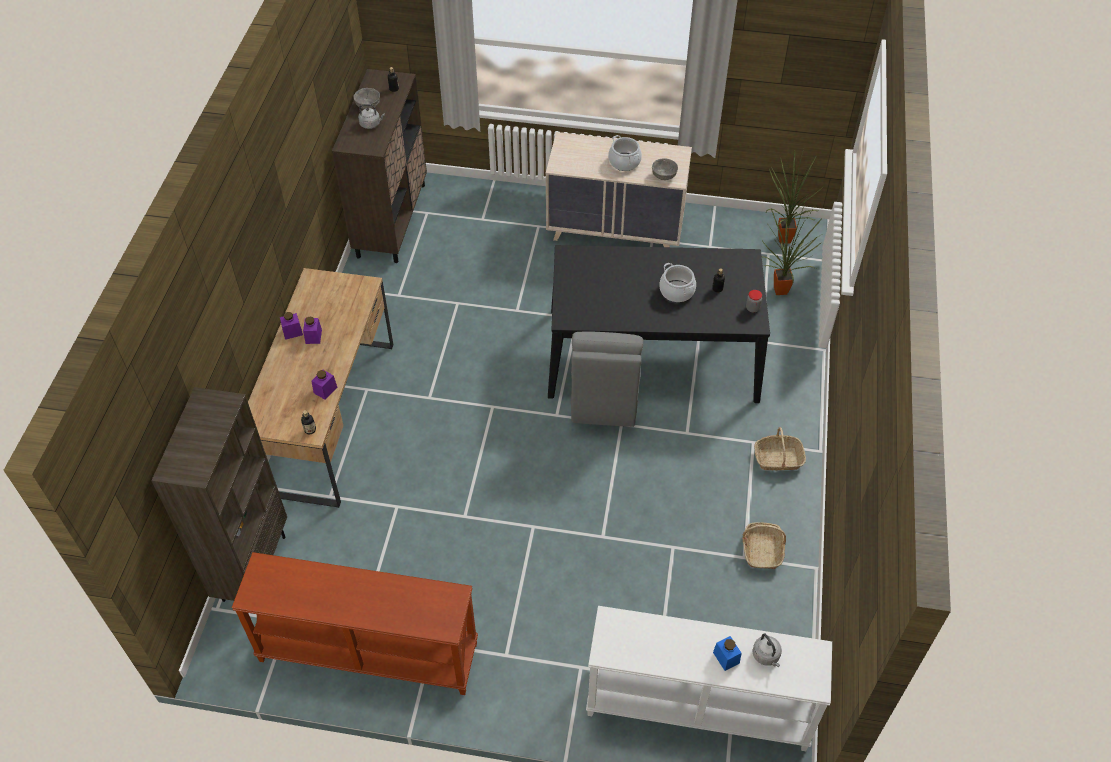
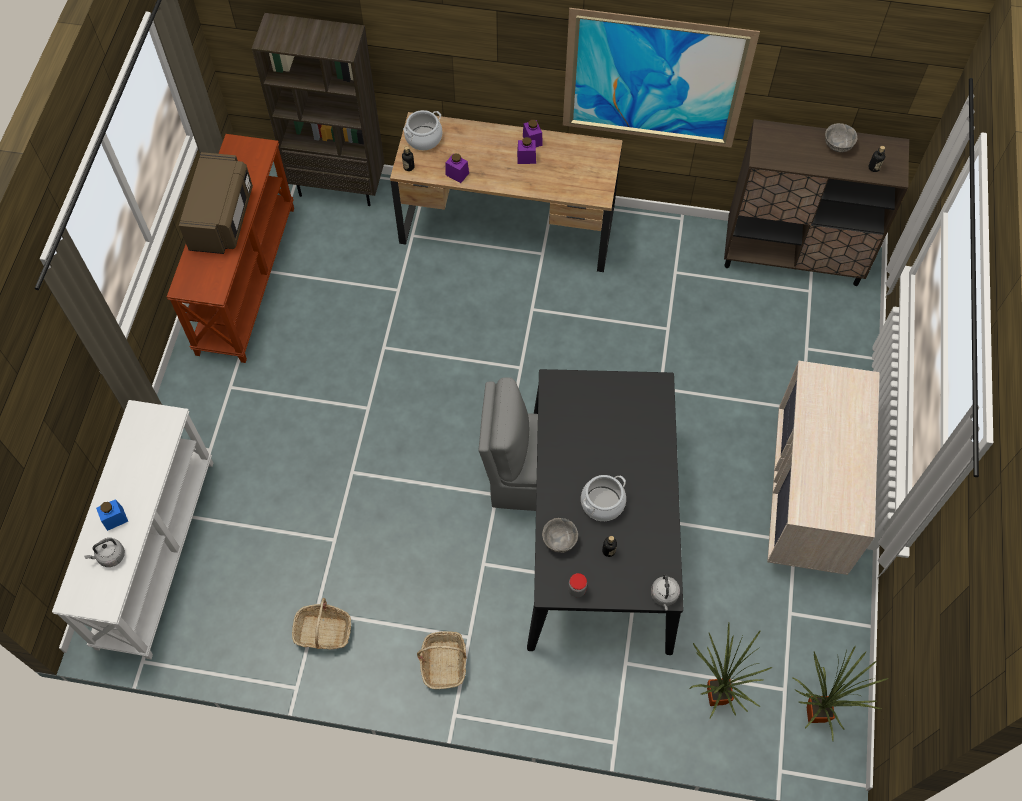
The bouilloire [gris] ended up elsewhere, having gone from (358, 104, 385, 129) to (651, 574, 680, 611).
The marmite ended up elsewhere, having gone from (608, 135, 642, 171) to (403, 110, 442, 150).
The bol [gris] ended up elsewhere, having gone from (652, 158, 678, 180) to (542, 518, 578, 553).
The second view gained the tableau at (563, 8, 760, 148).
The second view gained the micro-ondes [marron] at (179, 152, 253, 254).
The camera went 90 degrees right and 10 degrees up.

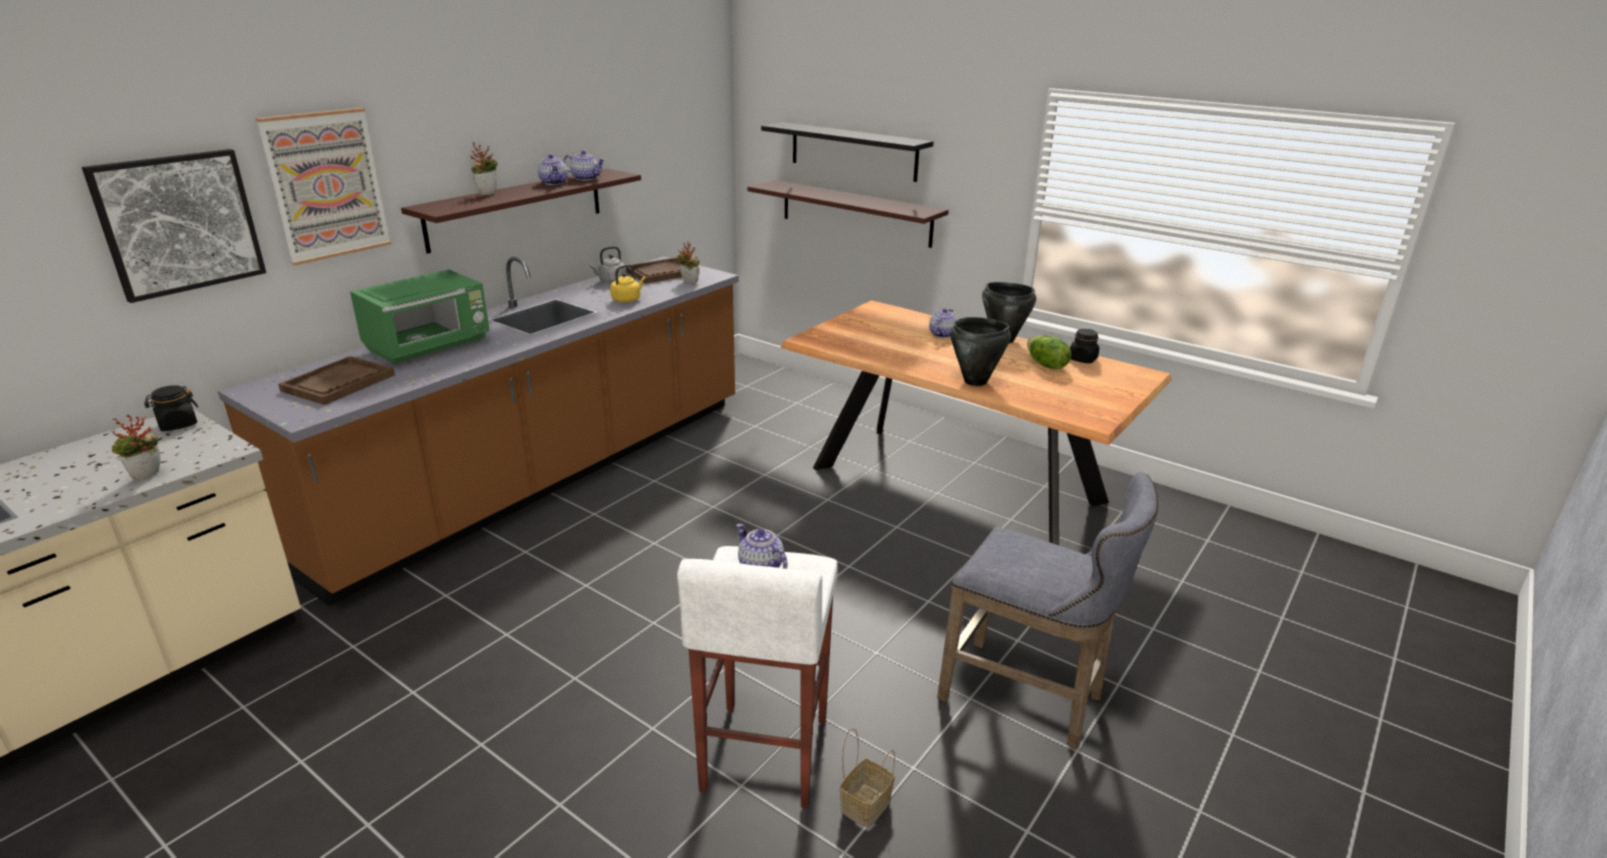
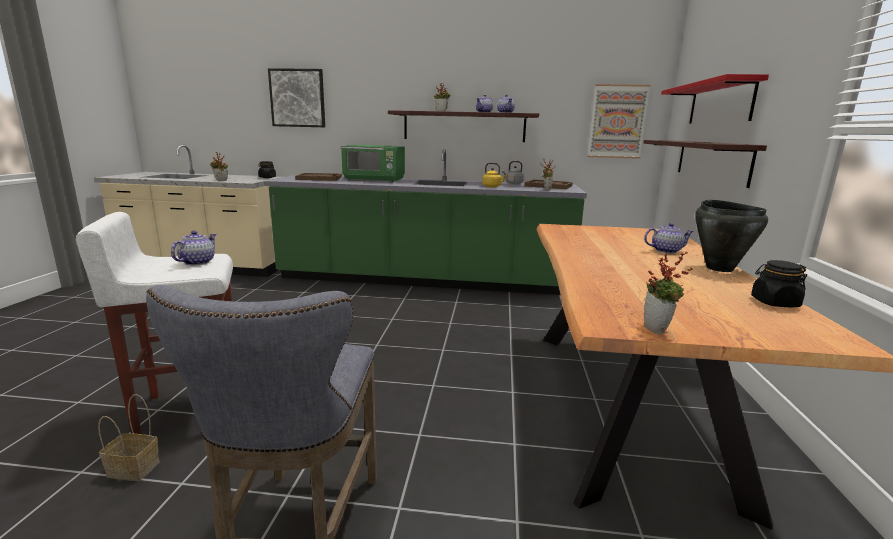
The tableau ended up elsewhere, having gone from (256, 108, 391, 265) to (587, 84, 651, 159).
What was the étagère [noir] at (761, 122, 933, 182) turned into the étagère [rouge] at (661, 74, 769, 124).
What was the comptoir de cuisine [marron] at (218, 256, 739, 606) turned into the comptoir de cuisine [vert] at (265, 149, 587, 295).
The second view lost the marmite [noir] at (950, 317, 1011, 386).
The second view lost the laitue at (1027, 335, 1071, 369).
The second view gained the plante en pot at (644, 252, 693, 335).
The camera went 60 degrees right and 10 degrees down.

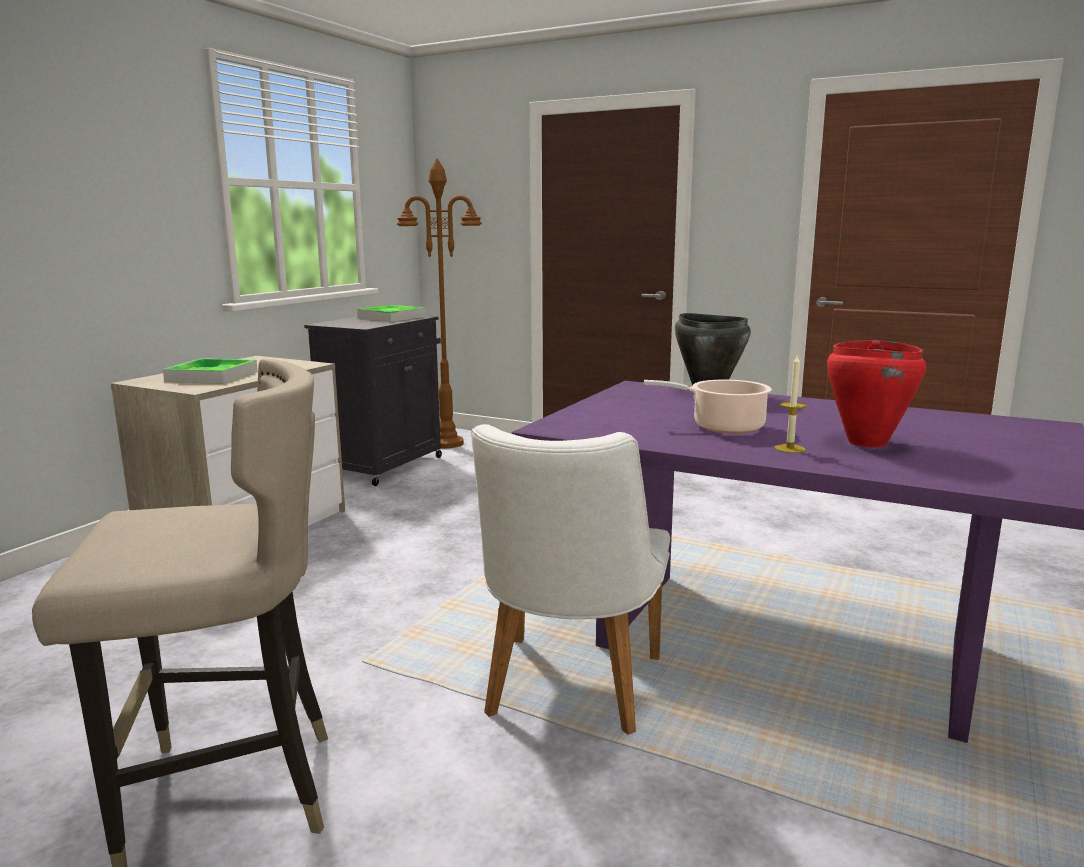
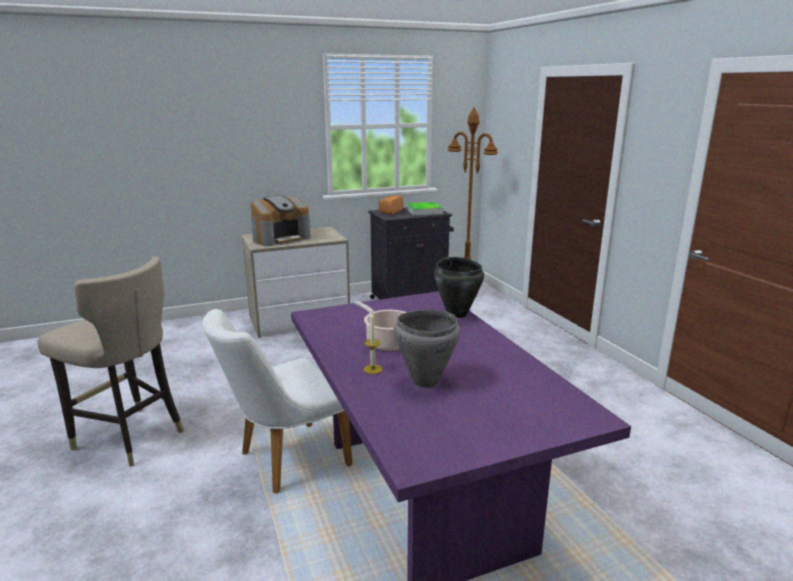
What was the marmite [rouge] at (827, 340, 926, 448) turned into the marmite [gris] at (394, 310, 460, 388).
Where the plateau stood at (163, 358, 258, 384), the machine à café came to stand at (251, 196, 311, 246).
The second view gained the pain at (379, 195, 403, 215).
The camera went 40 degrees right and 5 degrees up.

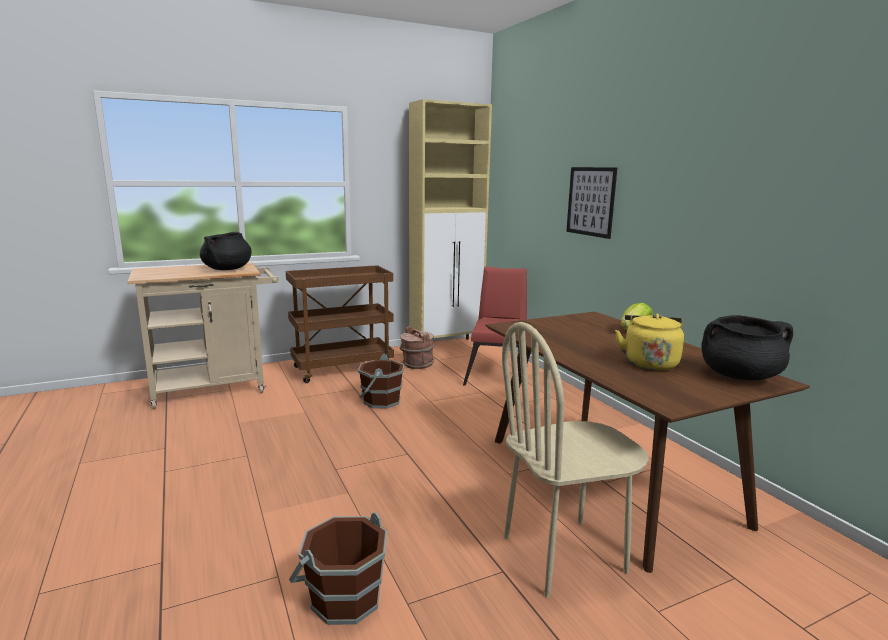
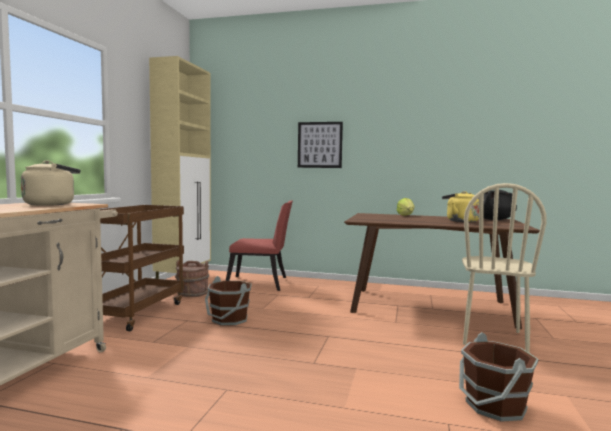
Where the marmite [noir] stood at (200, 232, 252, 270), the bouilloire [beige] came to stand at (21, 161, 81, 206).
The chaise [rouge] at (463, 266, 527, 386) ended up facing another way, 135 degrees clockwise from before.
The camera went 50 degrees left and 10 degrees down.

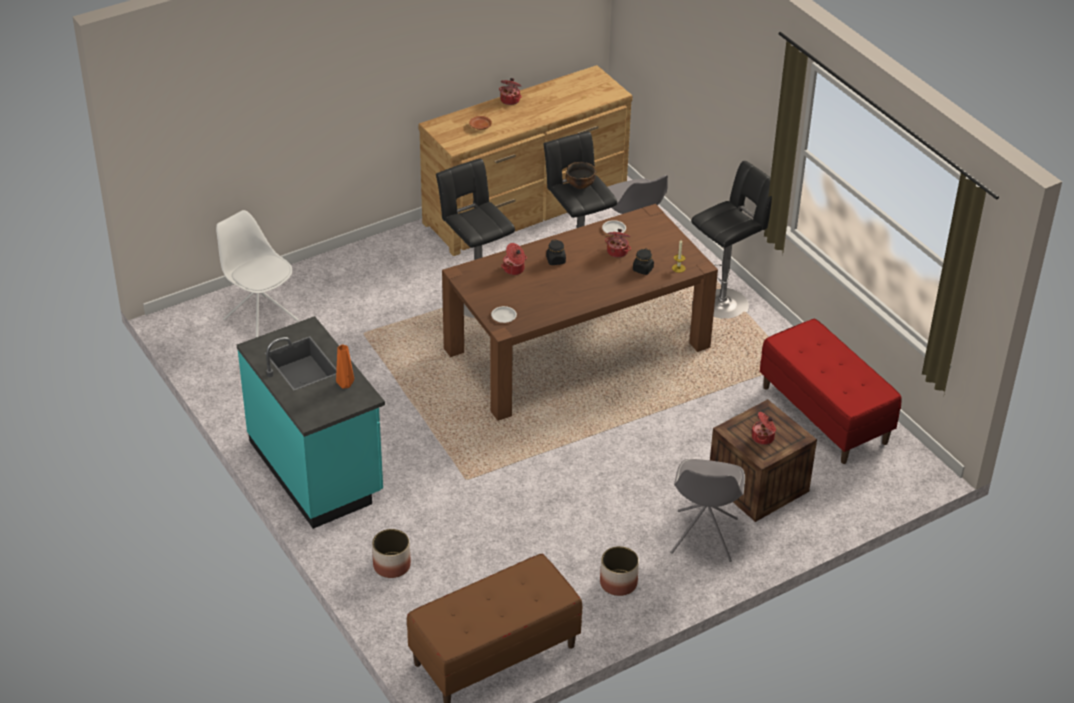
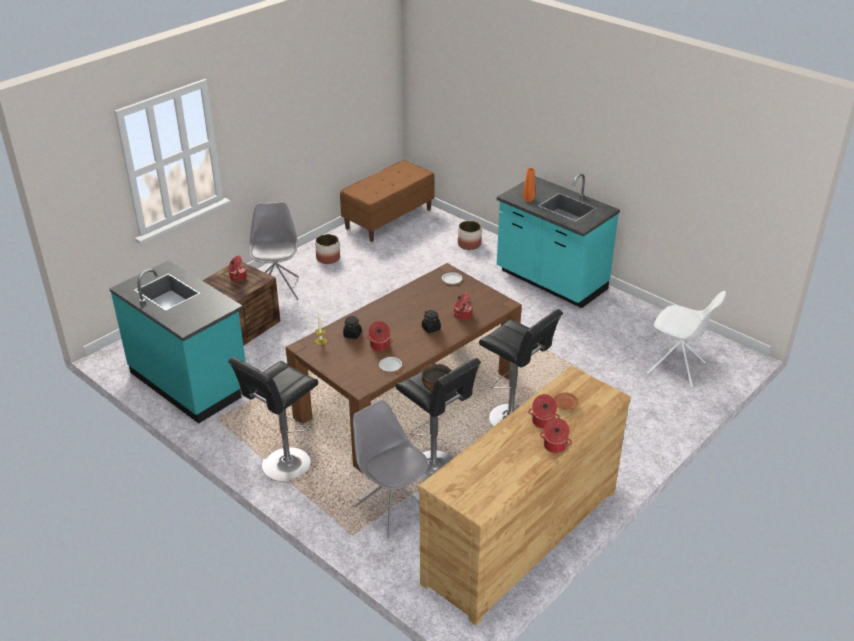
Where the banc [rouge] stood at (760, 319, 902, 464), the comptoir de cuisine [turquoise] came to stand at (109, 260, 246, 423).
The second view gained the marmite at (528, 394, 560, 429).
The camera went 165 degrees right and 5 degrees down.

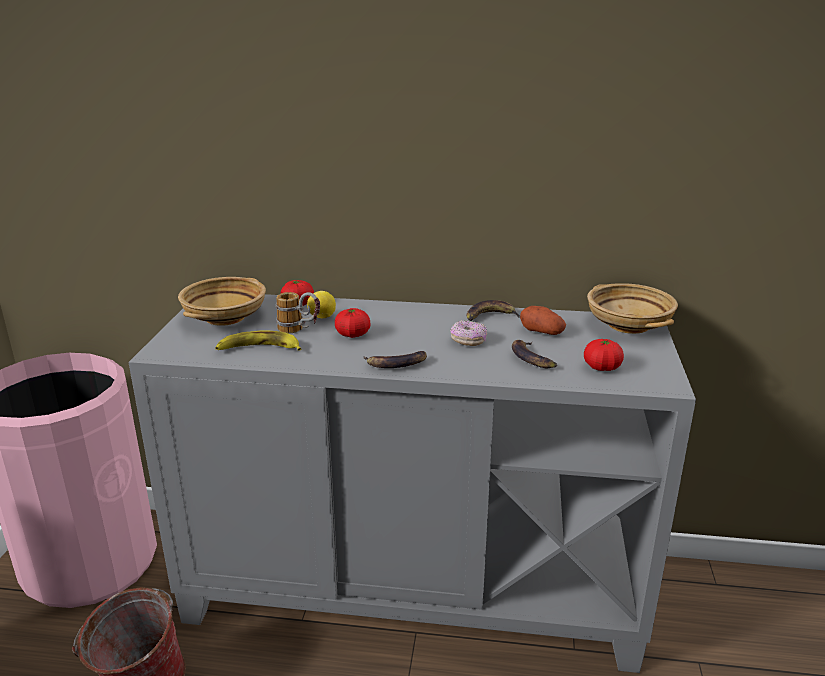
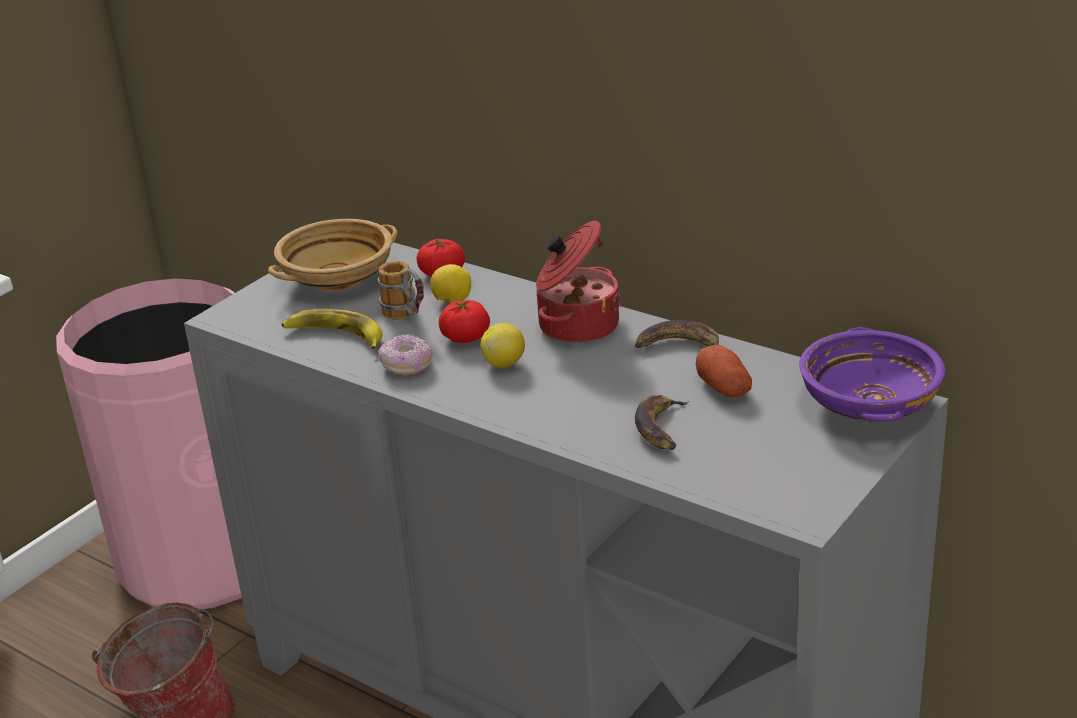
What was the bol [beige] at (587, 283, 678, 334) turned into the bol [violet] at (799, 327, 946, 422).
The beignet ended up elsewhere, having gone from (450, 320, 487, 346) to (378, 334, 433, 375).
The second view lost the tomate at (584, 339, 624, 371).
The second view lost the banane at (363, 351, 427, 368).
The second view gained the marmite at (536, 221, 621, 344).
The second view gained the citron at (480, 323, 525, 368).
The camera went 30 degrees right and 5 degrees up.

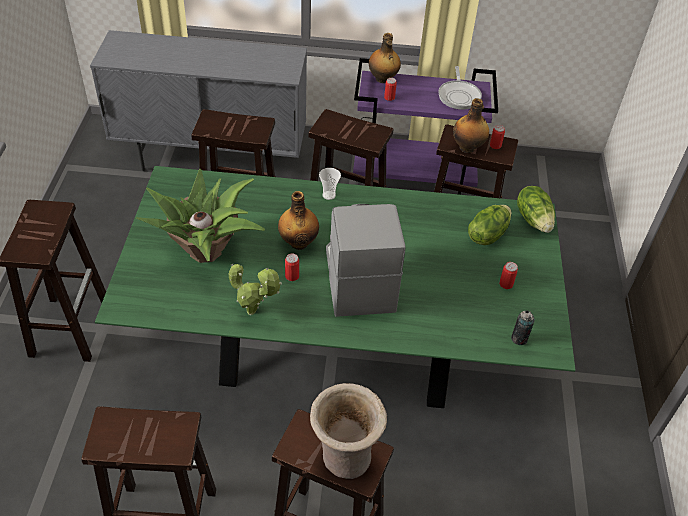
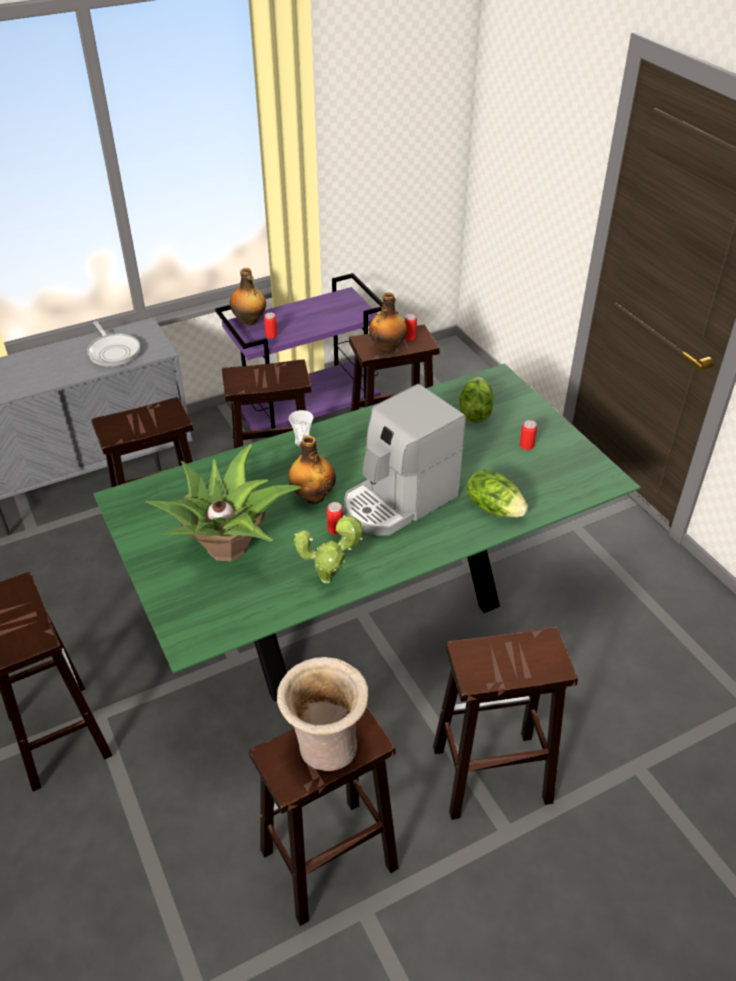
The poêle ended up elsewhere, having gone from (438, 66, 482, 110) to (87, 321, 140, 367).
The laitue ended up elsewhere, having gone from (517, 186, 555, 233) to (467, 469, 528, 517).
The machine à café at (326, 204, 405, 317) ended up facing another way, 90 degrees counterclockwise from before.
The second view lost the boîte métallique at (511, 311, 535, 345).
The vase [beige] ended up elsewhere, having gone from (310, 383, 387, 479) to (277, 657, 368, 771).
The camera went 30 degrees left and 5 degrees down.

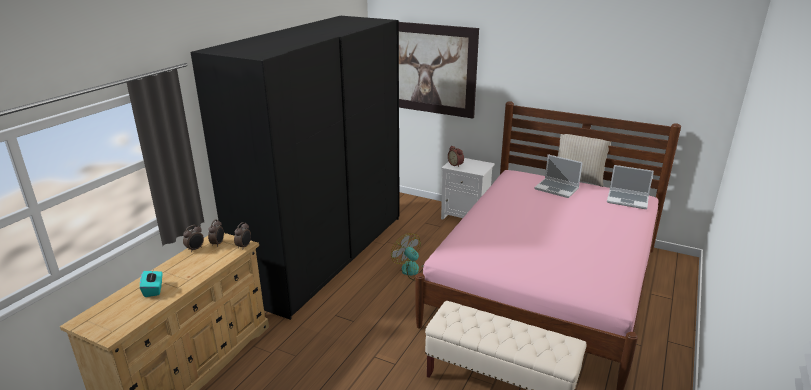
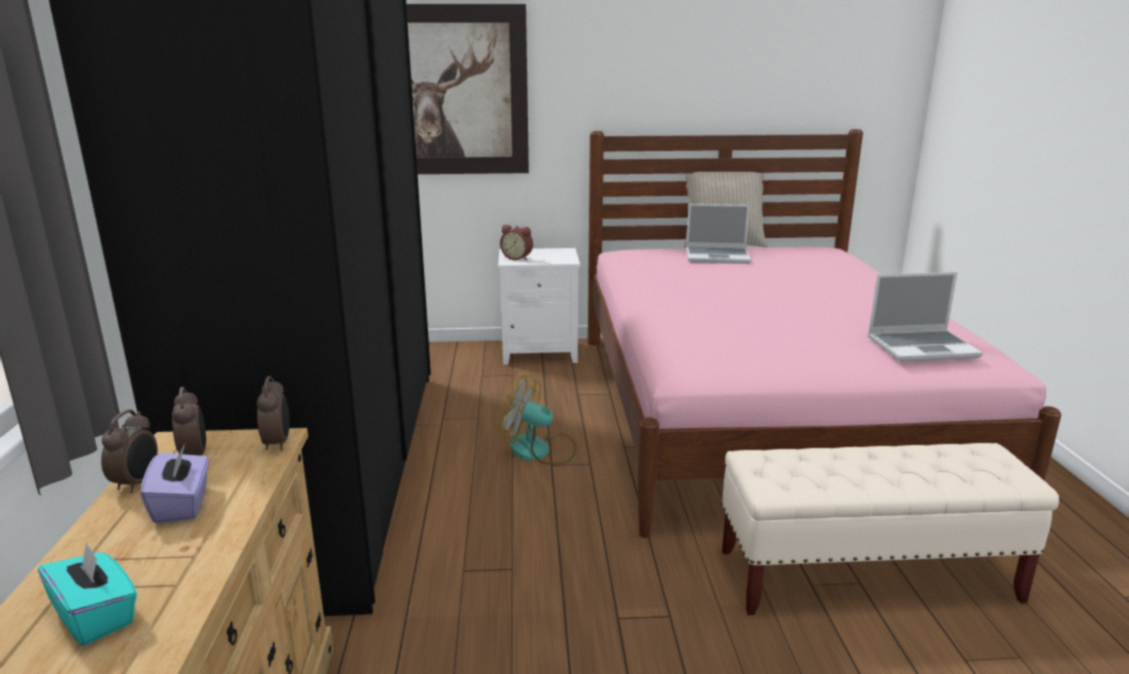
The ordinateur portable ended up elsewhere, having gone from (607, 165, 654, 209) to (868, 272, 983, 362).
The second view gained the boîte à mouchoirs [violet] at (140, 444, 209, 524).
The camera went 30 degrees left and 5 degrees down.

